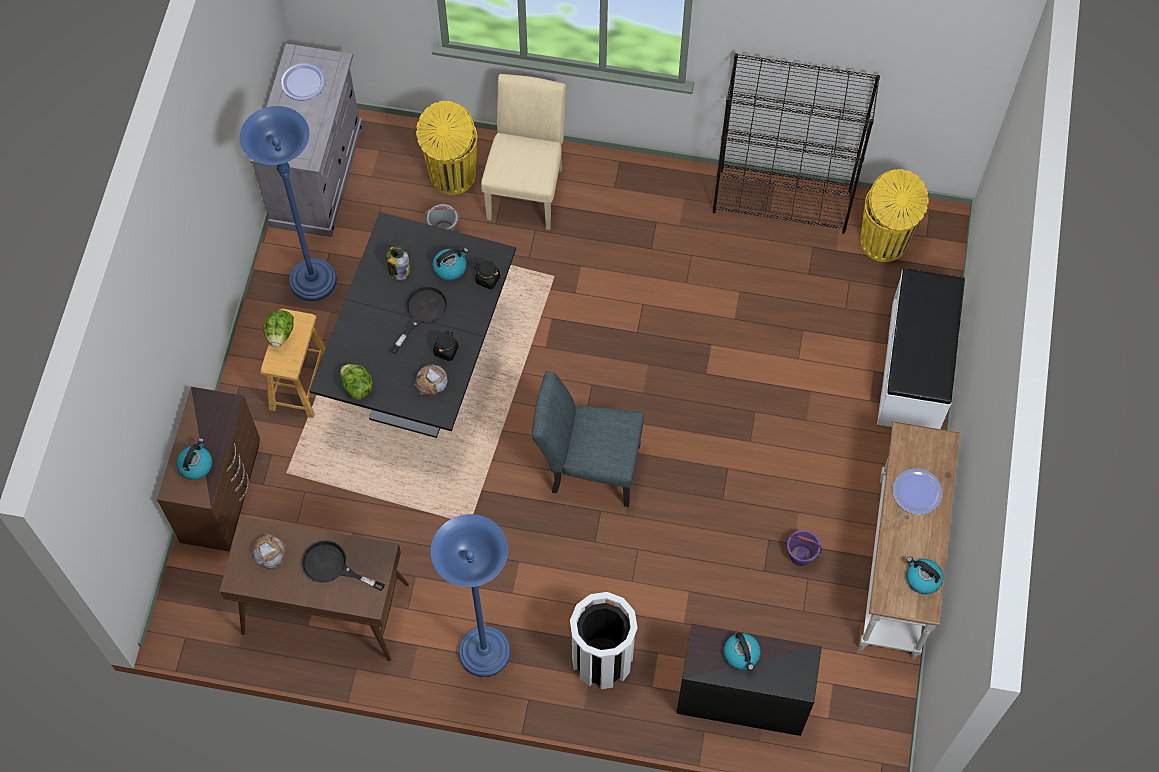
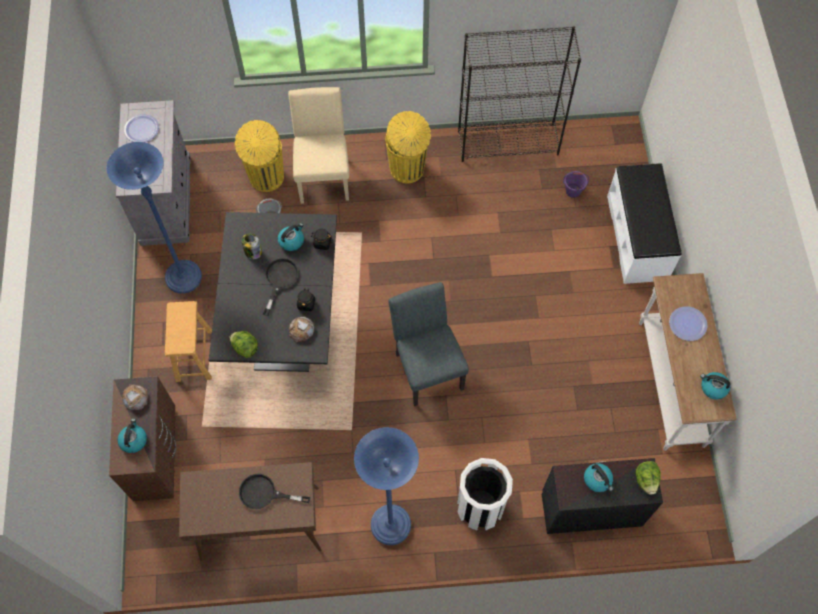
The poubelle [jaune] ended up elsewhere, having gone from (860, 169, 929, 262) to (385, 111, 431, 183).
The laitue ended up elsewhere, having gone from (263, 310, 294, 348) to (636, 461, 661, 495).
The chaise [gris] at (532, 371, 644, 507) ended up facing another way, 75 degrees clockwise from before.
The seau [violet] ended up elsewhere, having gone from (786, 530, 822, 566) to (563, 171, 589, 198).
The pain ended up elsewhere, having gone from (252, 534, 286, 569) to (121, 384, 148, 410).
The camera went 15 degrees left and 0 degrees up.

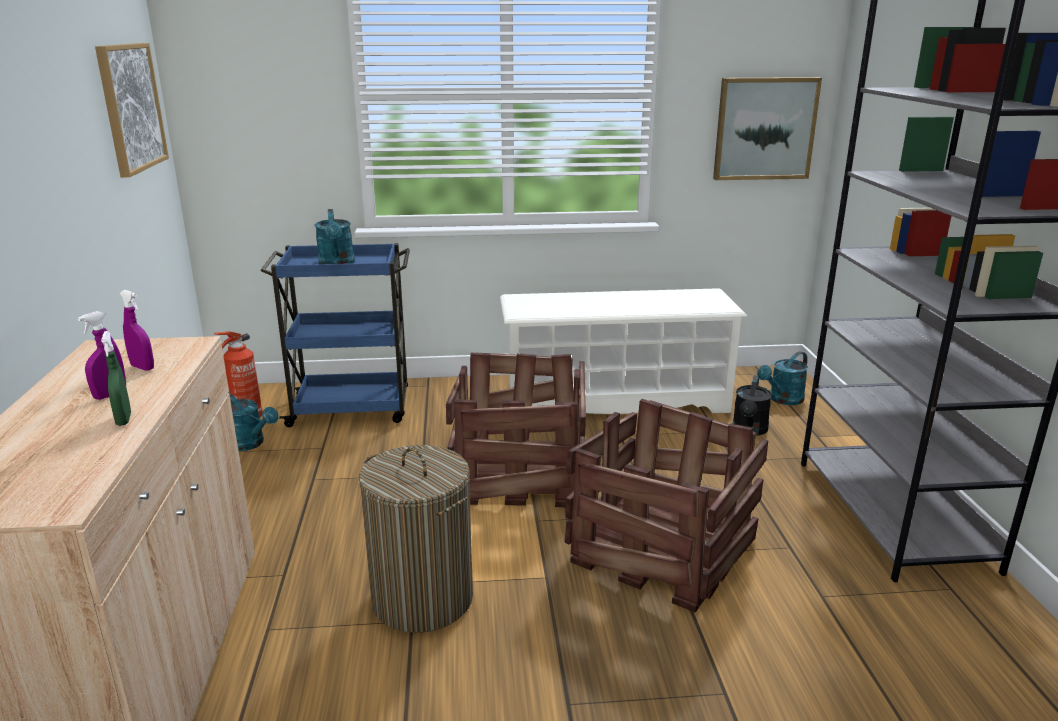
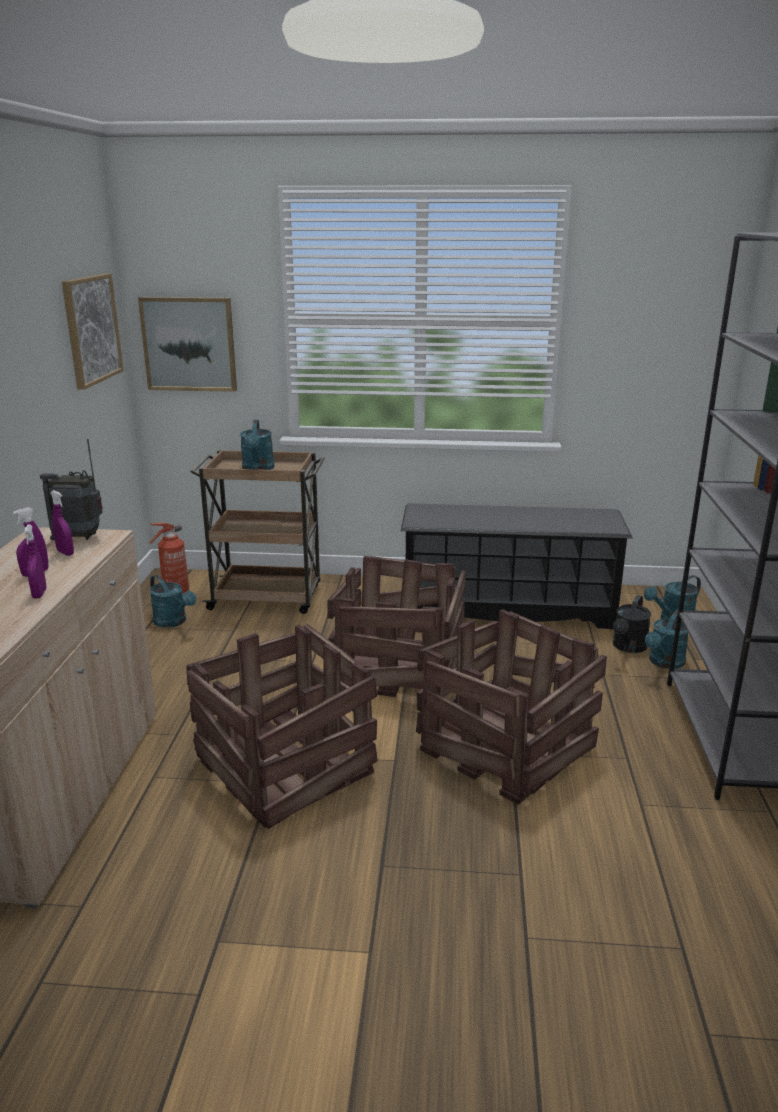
The tableau ended up elsewhere, having gone from (713, 77, 822, 180) to (138, 297, 237, 392).
What was the chariot [bleu] at (260, 243, 410, 427) turned into the chariot [marron] at (191, 450, 325, 614).
What was the étagère à chaussures [blanc] at (500, 288, 747, 414) turned into the étagère à chaussures [noir] at (401, 503, 633, 629).
What was the vaporisateur [vert] at (101, 331, 131, 426) turned into the vaporisateur [violet] at (23, 524, 46, 598).
Where the panier à linge stood at (359, 445, 473, 633), the caisse came to stand at (186, 624, 378, 829).
The second view gained the radio at (40, 439, 103, 540).
The second view gained the arrosoir [turquoise] at (645, 609, 688, 669).
The camera went 10 degrees right and 0 degrees up.

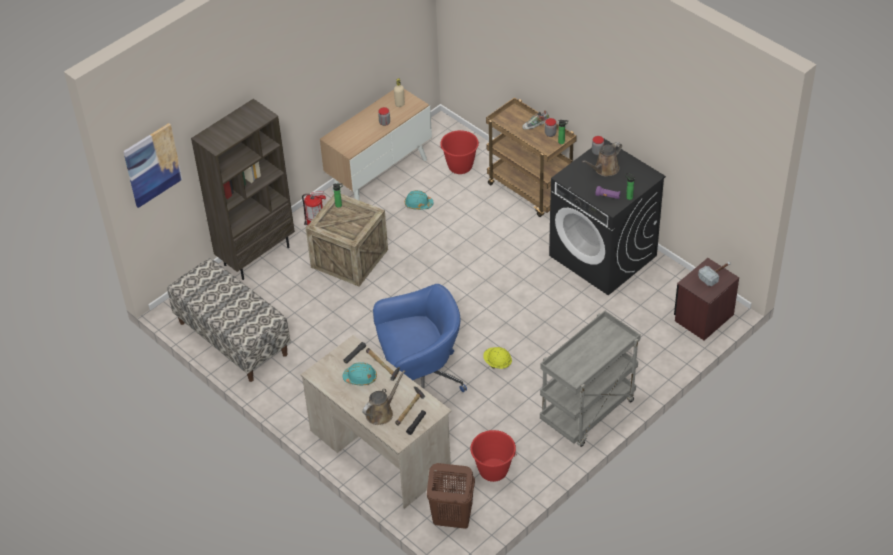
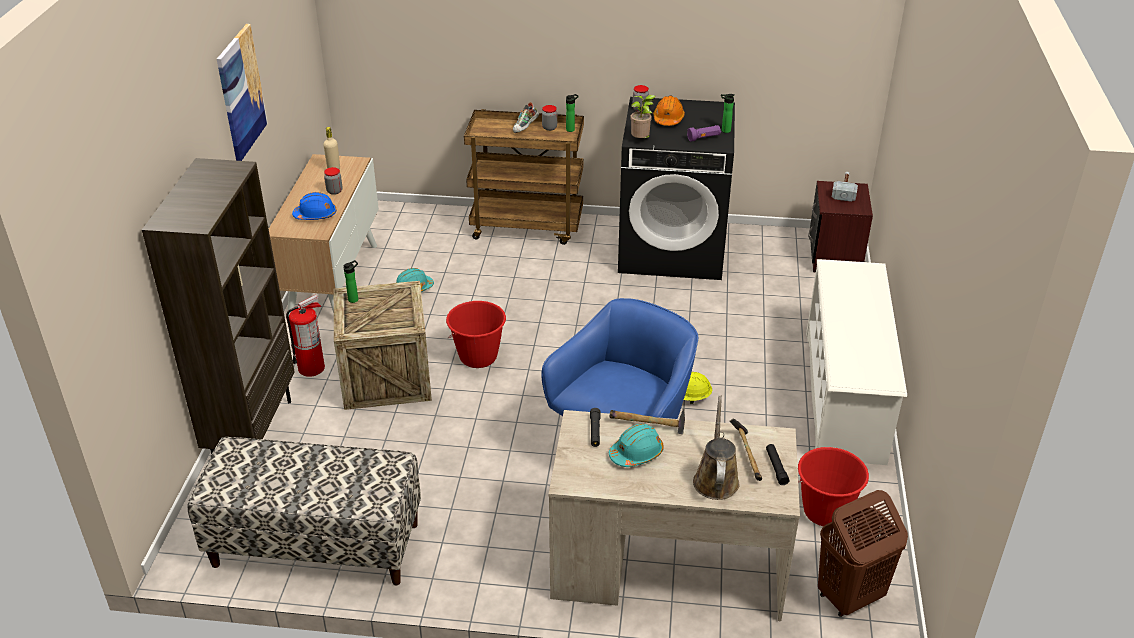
The tableau ended up elsewhere, having gone from (123, 123, 182, 208) to (217, 24, 268, 161).
The seau [rouge] ended up elsewhere, having gone from (440, 130, 479, 174) to (446, 301, 506, 368).
Where the arrosoir [marron] stood at (582, 142, 622, 176), the casque de chantier [orange] came to stand at (653, 96, 685, 126).
Where the chariot [gris] stood at (540, 311, 641, 447), the étagère à chaussures [blanc] came to stand at (806, 259, 907, 465).
The second view gained the plante en pot at (631, 95, 656, 138).
The second view gained the casque de chantier [bleu] at (292, 192, 337, 220).
The camera went 40 degrees left and 10 degrees down.

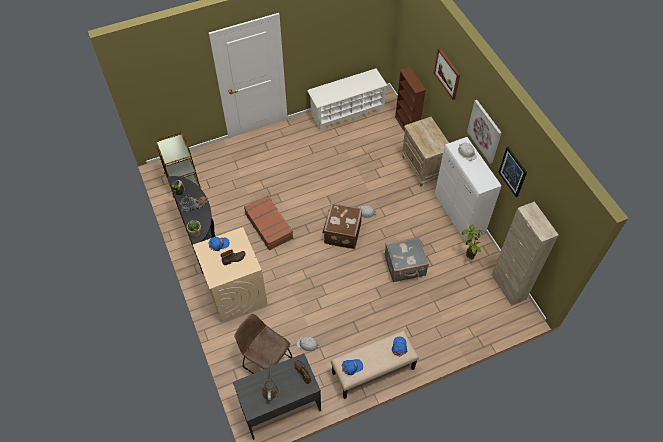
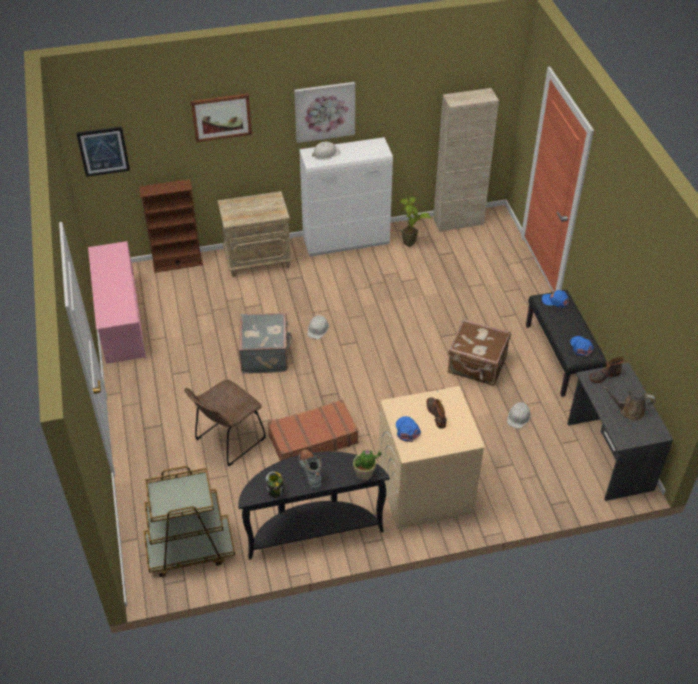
What was the étagère à chaussures [blanc] at (307, 68, 388, 130) turned into the étagère à chaussures [rose] at (88, 241, 146, 364).
The tableau ended up elsewhere, having gone from (498, 147, 527, 197) to (76, 126, 130, 177).
The valise [marron] ended up elsewhere, having gone from (323, 203, 362, 249) to (448, 319, 511, 386).
The valise [gris] ended up elsewhere, having gone from (385, 237, 429, 282) to (239, 313, 292, 374).
The chaise [marron] ended up elsewhere, having gone from (234, 313, 293, 374) to (184, 380, 266, 466).
What was the banc [beige] at (331, 330, 419, 399) turned into the banc [noir] at (526, 290, 607, 397).
The camera went 80 degrees left and 10 degrees down.

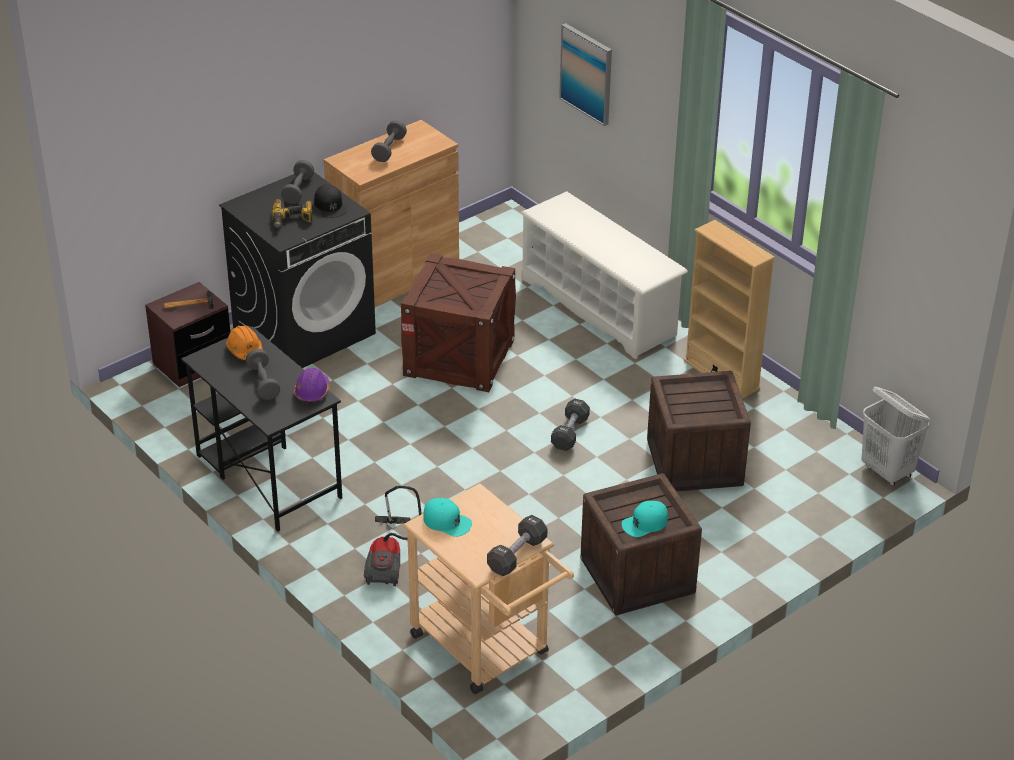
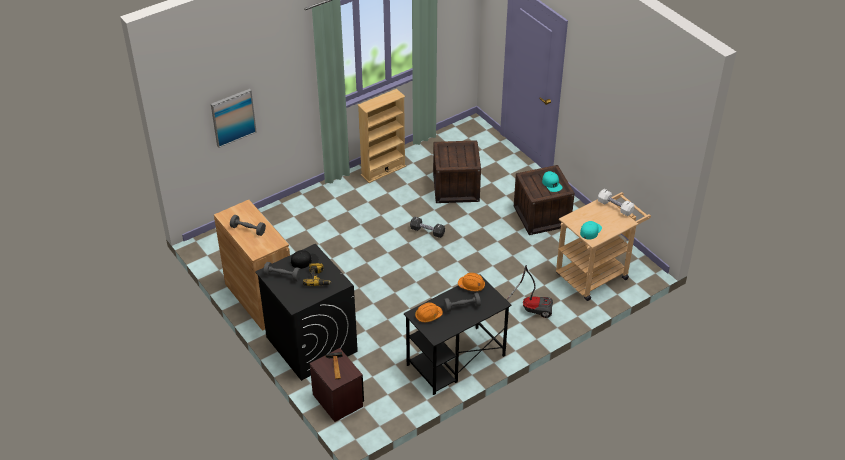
The second view lost the étagère à chaussures [blanc] at (521, 191, 688, 359).
The second view lost the caisse at (401, 253, 516, 392).
What was the casque de chantier [violet] at (294, 368, 329, 403) turned into the casque de chantier [orange] at (458, 273, 485, 291).
The second view lost the panier à linge [blanc] at (862, 387, 930, 486).
What was the haltère [noir] at (487, 515, 548, 576) turned into the haltère [blanc] at (598, 189, 634, 216).
The camera went 85 degrees left and 5 degrees up.

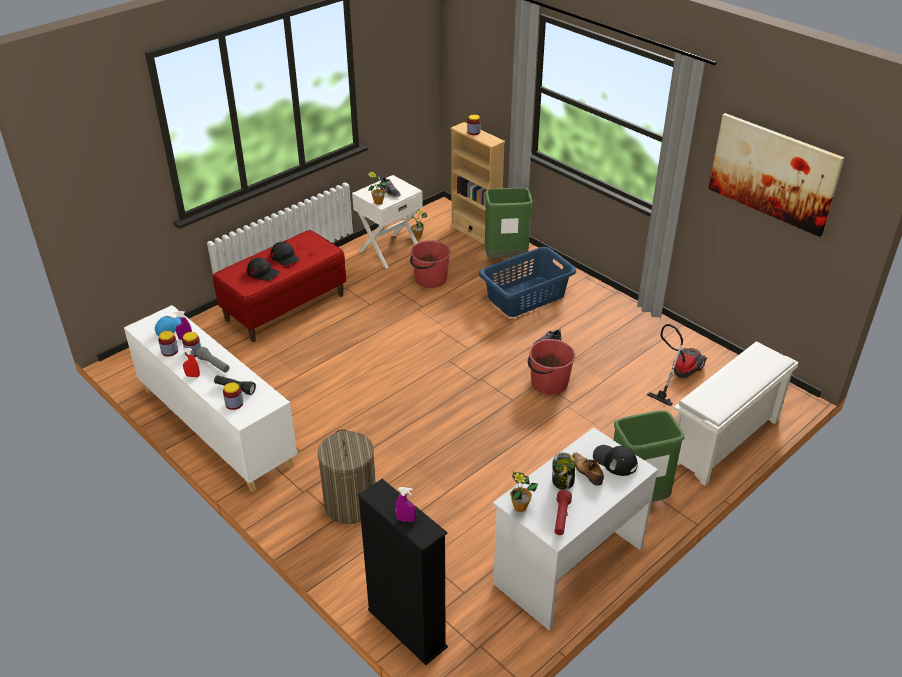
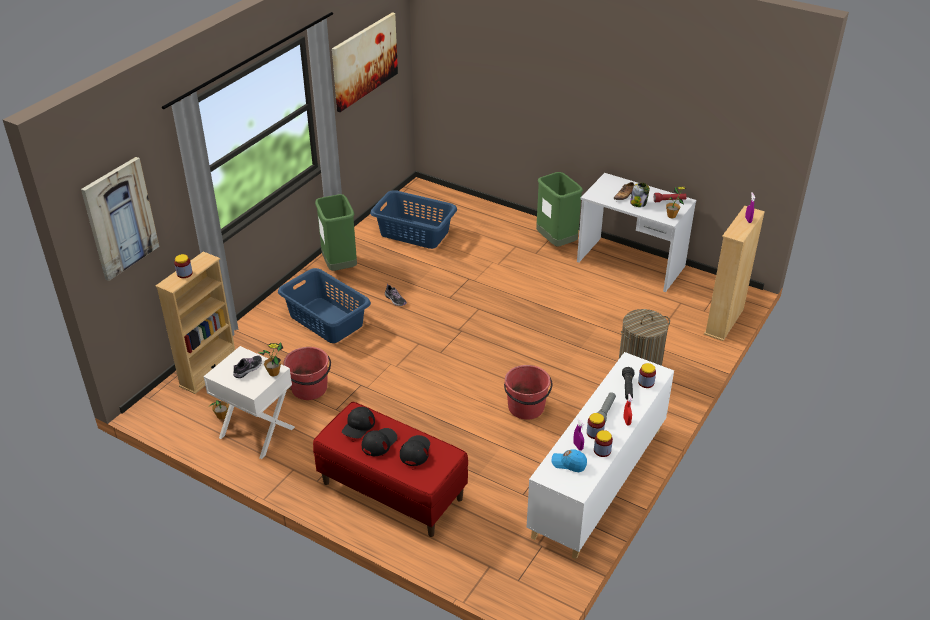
The poubelle [vert] ended up elsewhere, having gone from (485, 188, 533, 258) to (315, 194, 357, 271).
Where the aspirateur stood at (647, 324, 707, 406), the panier à linge [bleu] came to stand at (370, 190, 457, 249).
The seau [rouge] ended up elsewhere, having gone from (528, 339, 575, 395) to (504, 365, 553, 420).
The second view lost the étagère à chaussures [blanc] at (673, 341, 798, 486).
The casquette [noir] ended up elsewhere, having gone from (593, 445, 638, 476) to (342, 407, 375, 438).
What was the bibliothèque [noir] at (358, 479, 448, 665) turned into the bibliothèque [beige] at (704, 206, 765, 341).
The second view gained the tableau at (81, 157, 160, 281).
The camera went 105 degrees left and 0 degrees up.

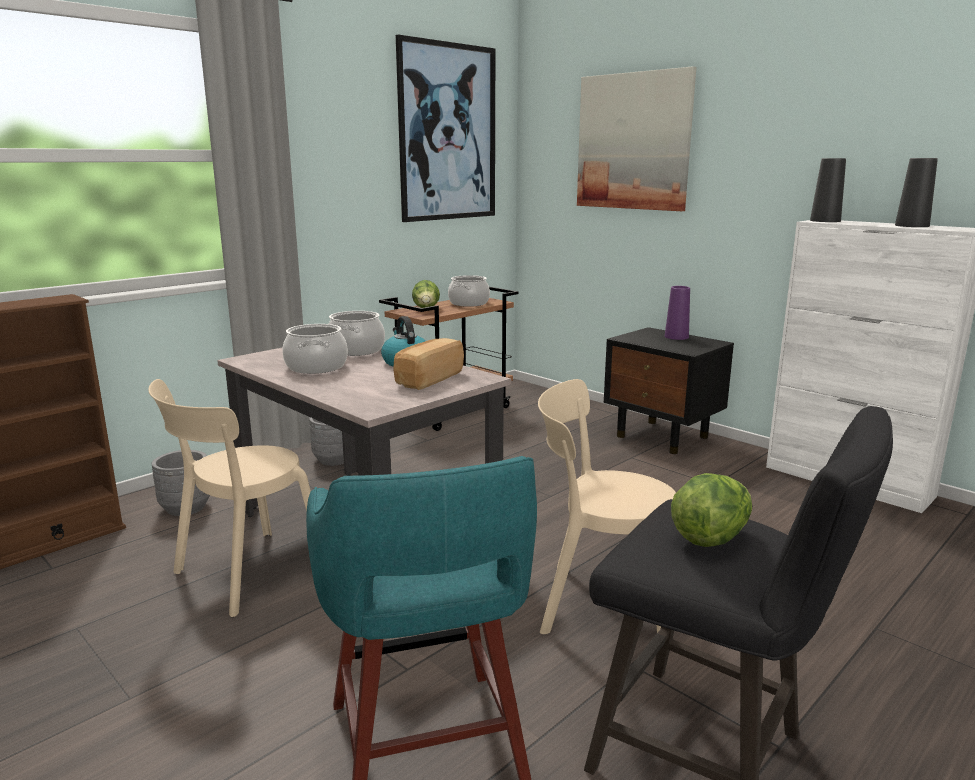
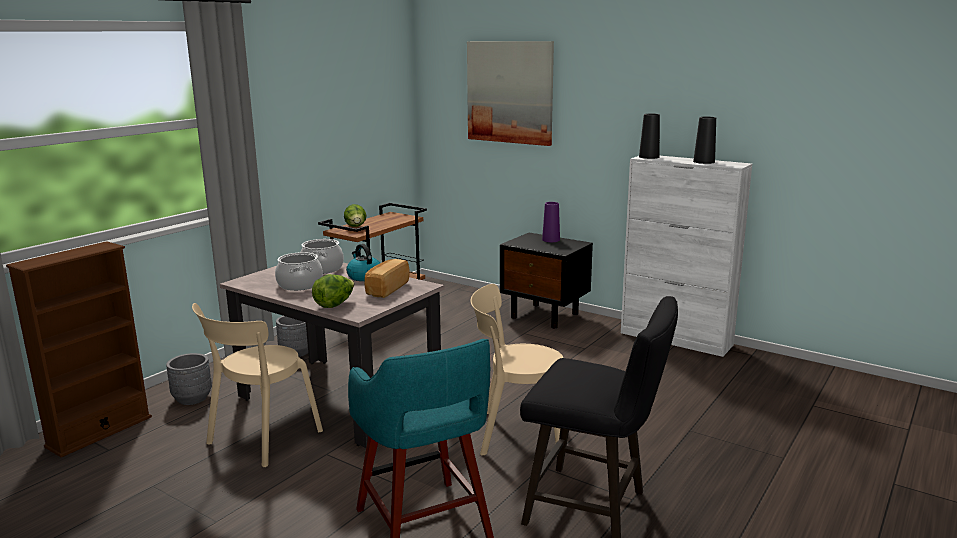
The second view lost the tableau at (396, 35, 495, 222).
The second view lost the marmite at (448, 275, 490, 307).
The laitue ended up elsewhere, having gone from (671, 473, 752, 547) to (312, 274, 354, 308).
The camera went 10 degrees left and 0 degrees up.

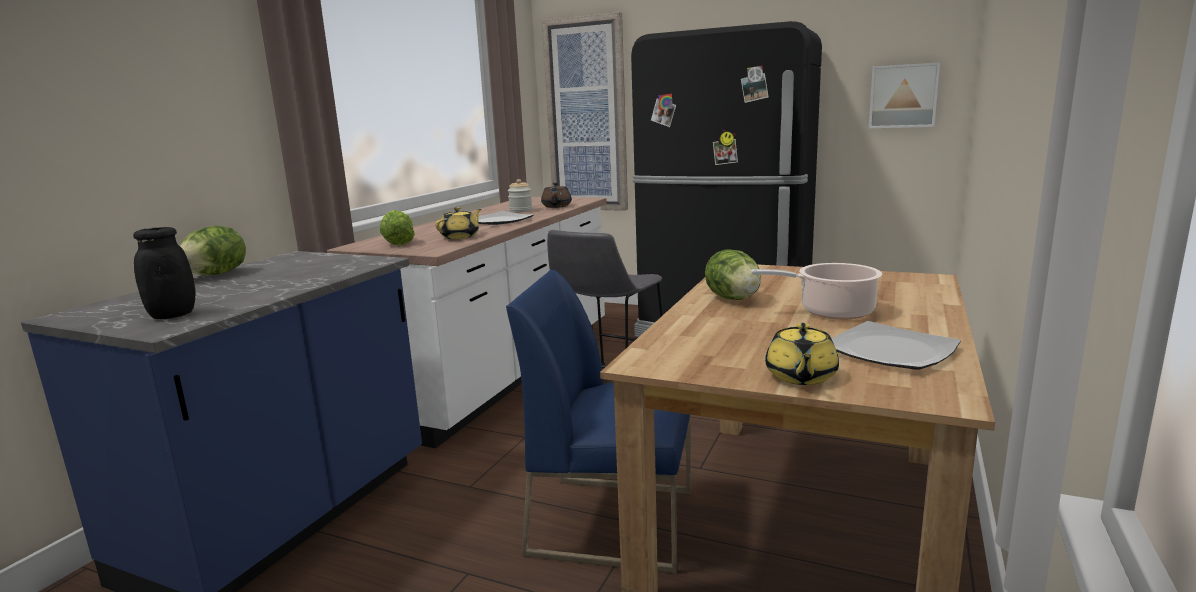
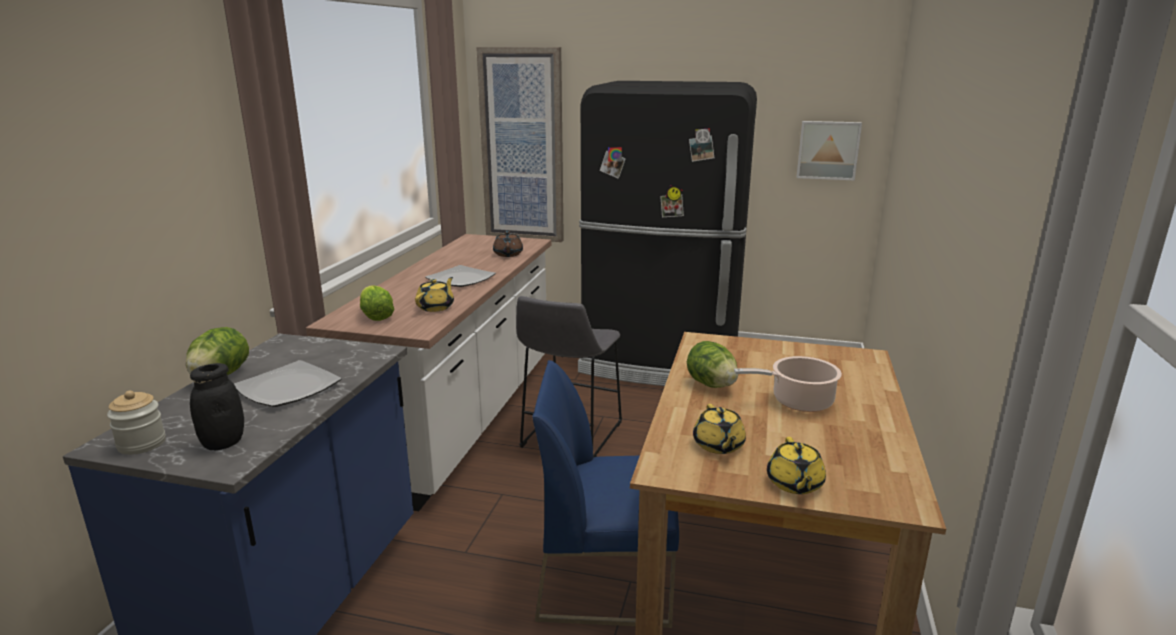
The bocal ended up elsewhere, having gone from (508, 179, 532, 212) to (107, 391, 166, 455).
The assiette ended up elsewhere, having gone from (832, 321, 961, 370) to (234, 360, 342, 407).
The second view gained the théière [jaune] at (693, 404, 746, 454).
The camera went 10 degrees left and 5 degrees up.

